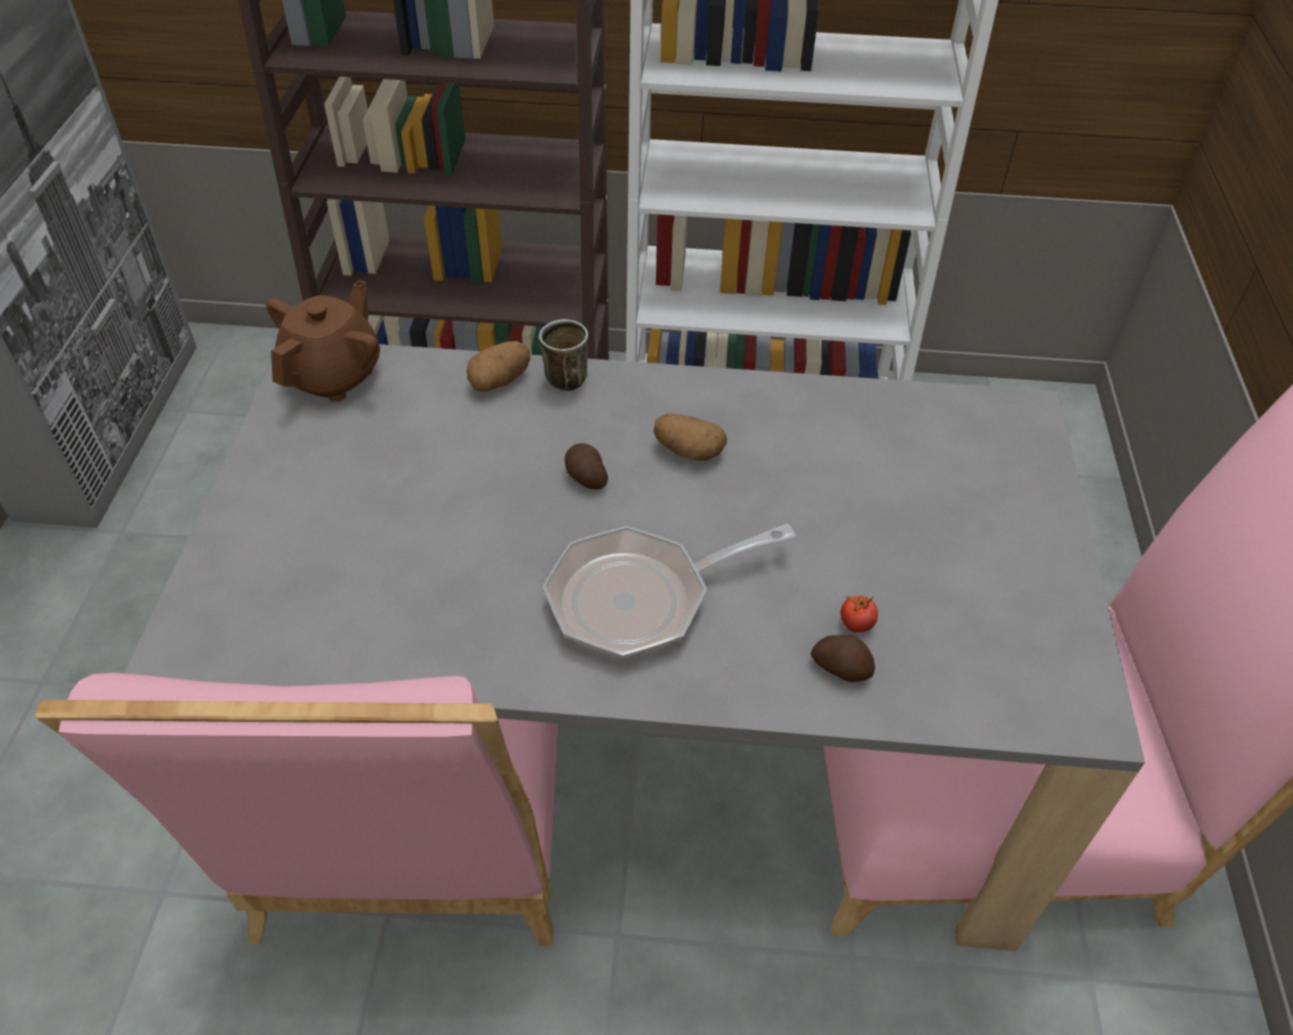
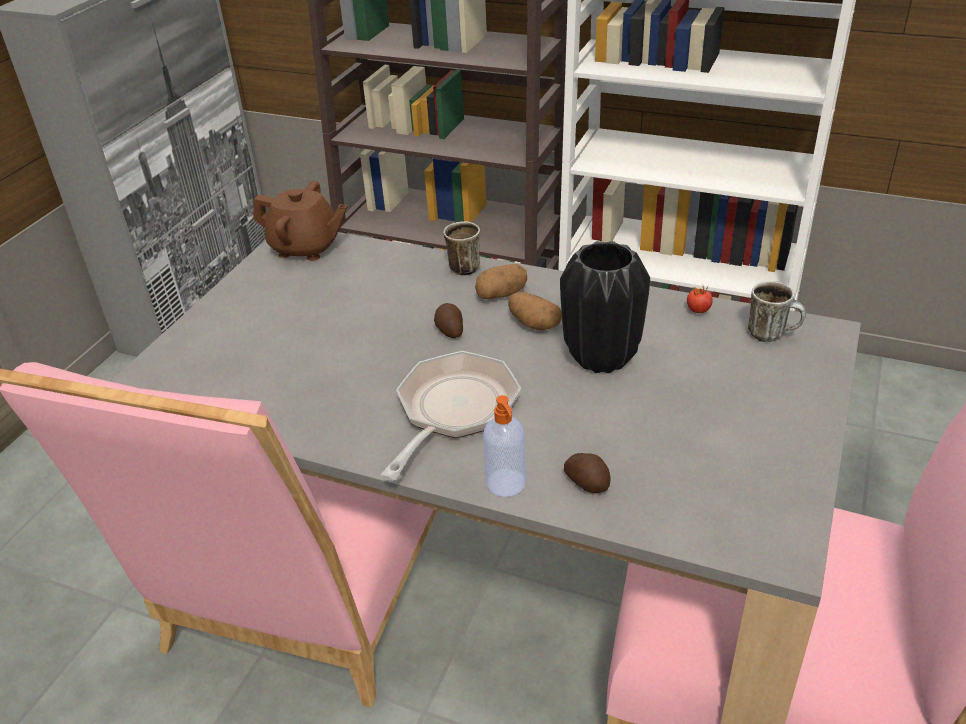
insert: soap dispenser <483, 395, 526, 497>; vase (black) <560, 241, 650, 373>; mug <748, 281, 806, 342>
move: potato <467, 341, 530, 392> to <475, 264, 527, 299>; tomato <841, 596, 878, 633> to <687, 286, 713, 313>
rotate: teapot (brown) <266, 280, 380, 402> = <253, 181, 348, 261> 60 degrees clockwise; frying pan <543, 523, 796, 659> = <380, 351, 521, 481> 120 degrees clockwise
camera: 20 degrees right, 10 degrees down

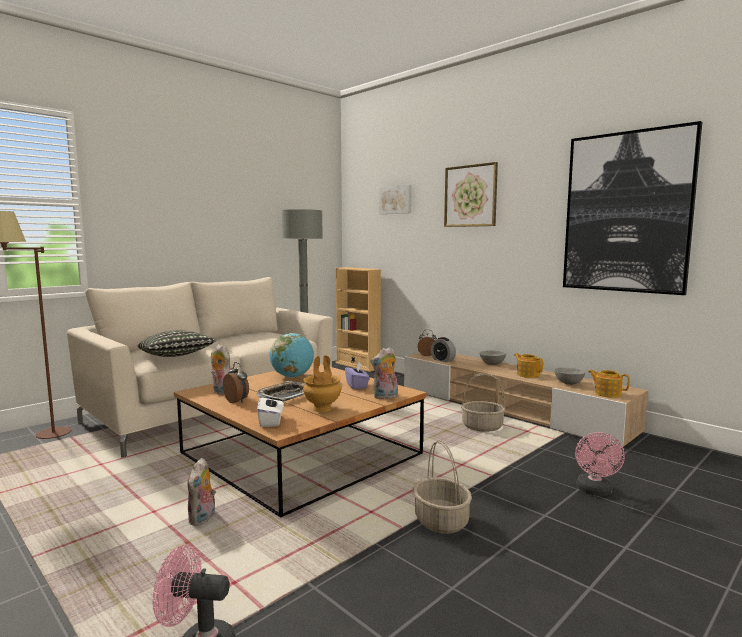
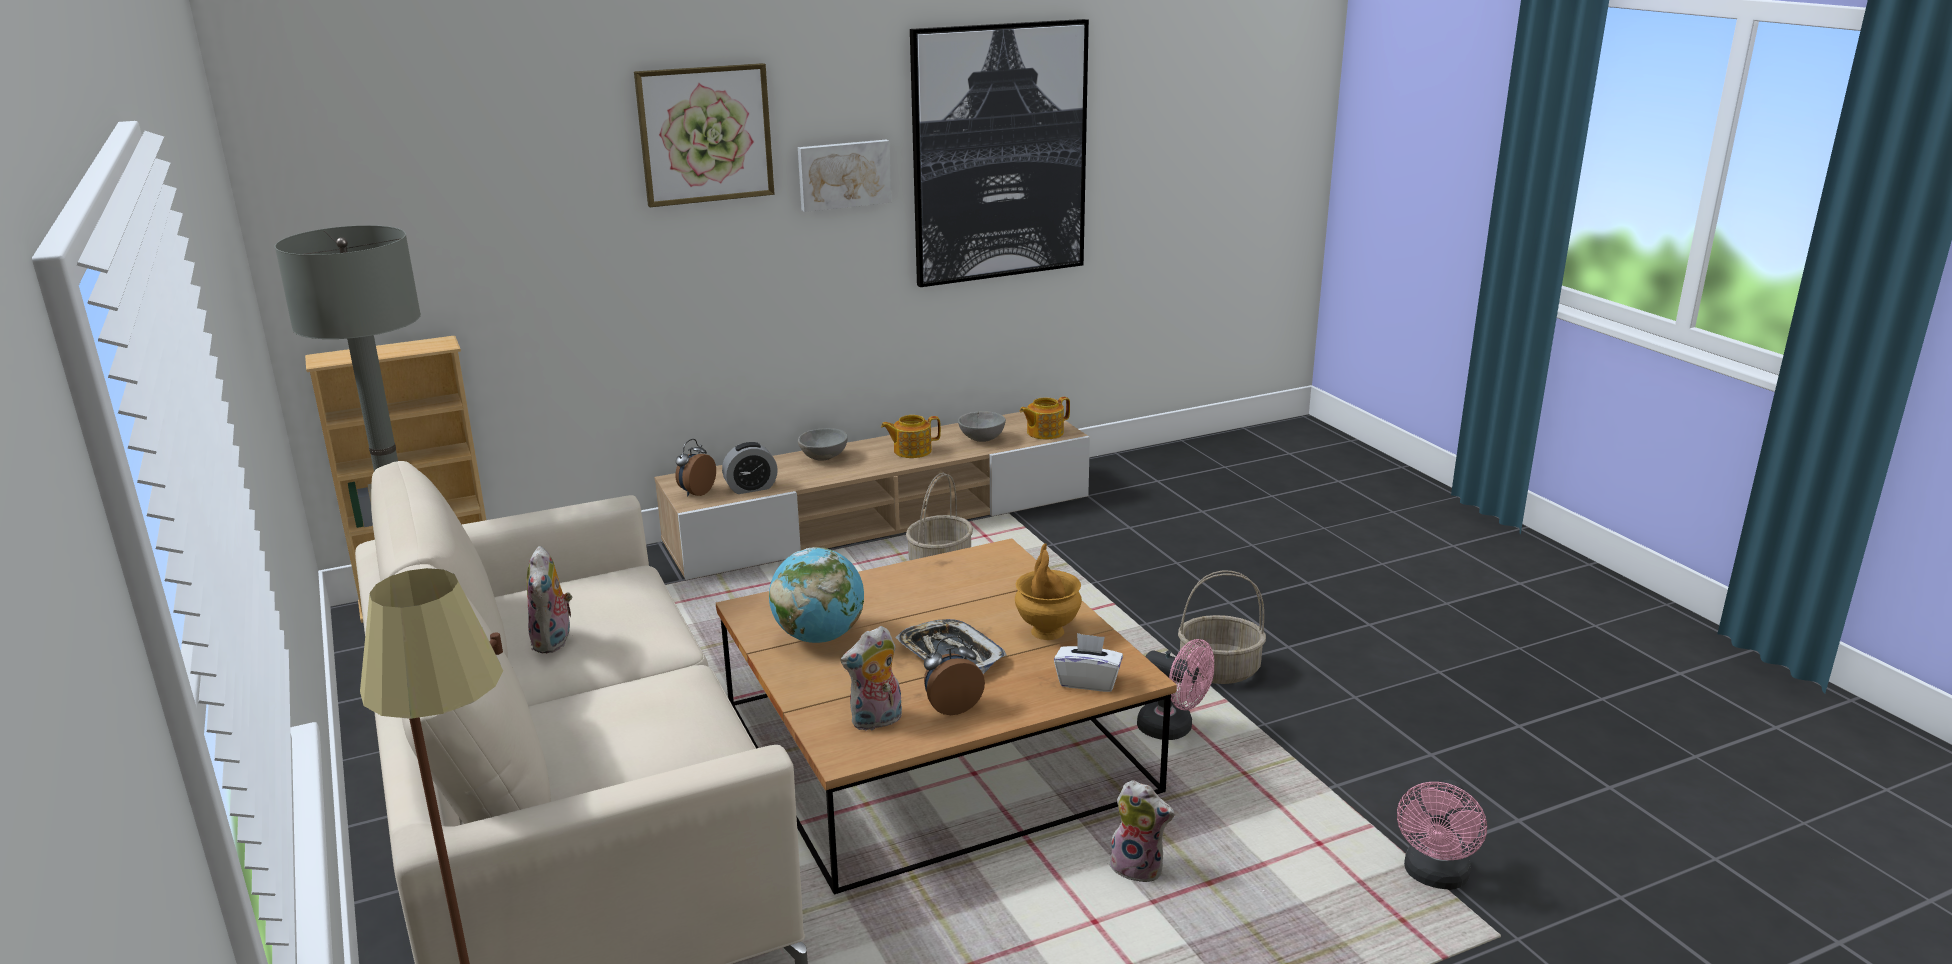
delete: pillow <137, 330, 216, 357>; tissue box (purple) <345, 363, 370, 389>
move: plush toy <370, 347, 398, 399> to <527, 546, 572, 653>; picture <380, 185, 412, 214> to <798, 140, 891, 212>; fan (pink) <575, 432, 625, 496> to <1137, 639, 1214, 740>
camera: 70 degrees left, 15 degrees up

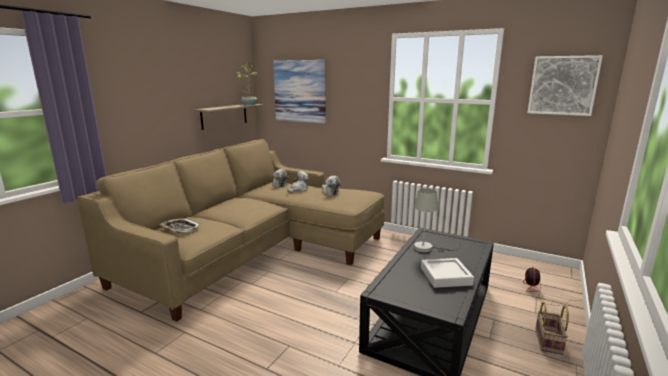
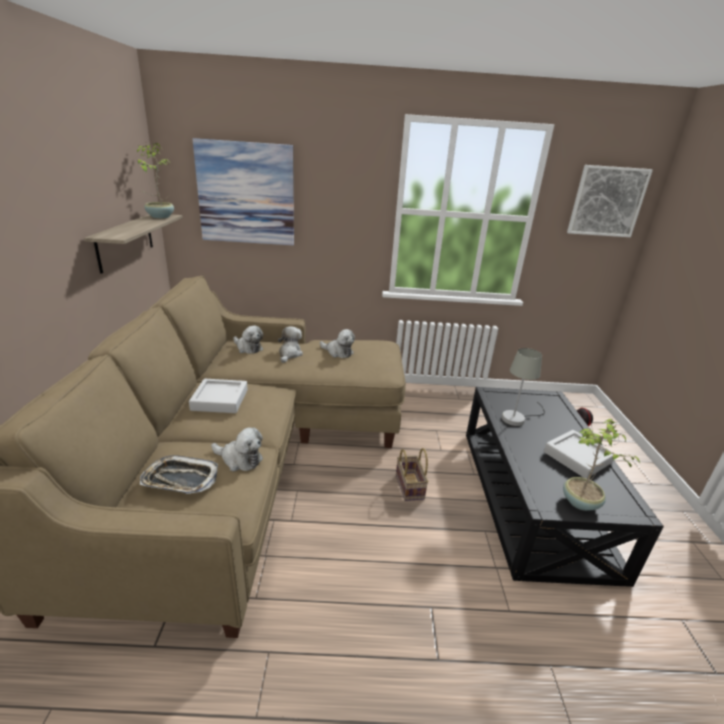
insert: tray (grey) <189, 379, 248, 413>; plush toy <211, 427, 263, 471>; potted plant <563, 419, 640, 511>
move: basket <536, 302, 569, 355> to <396, 448, 428, 501>
camera: 30 degrees left, 10 degrees up

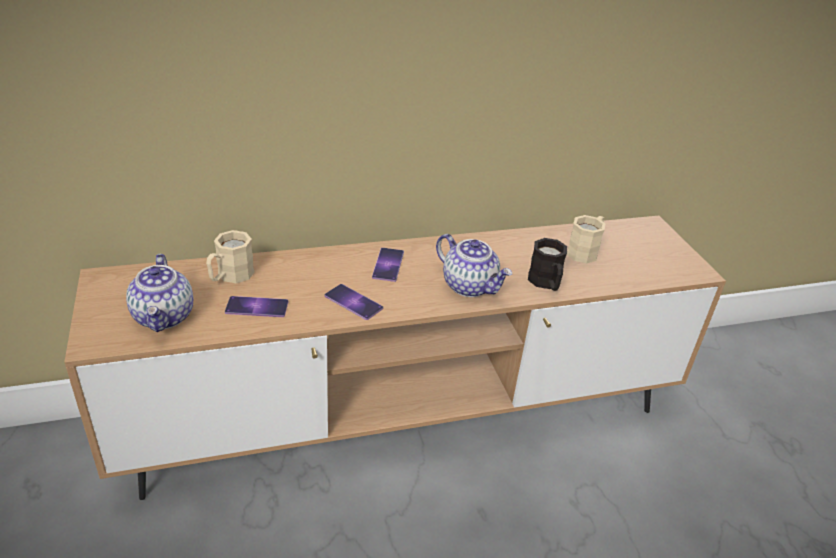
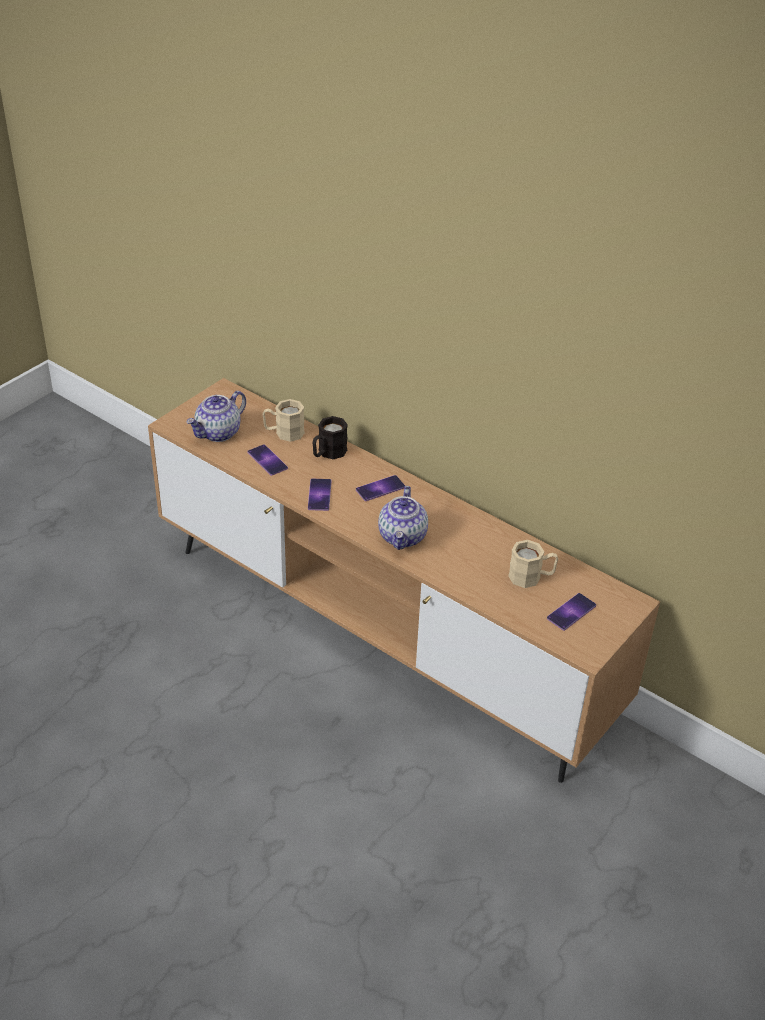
insert: phone <547, 593, 596, 631>
move: mug (black) <528, 238, 567, 291> to <313, 416, 348, 459>
camera: 55 degrees right, 5 degrees up

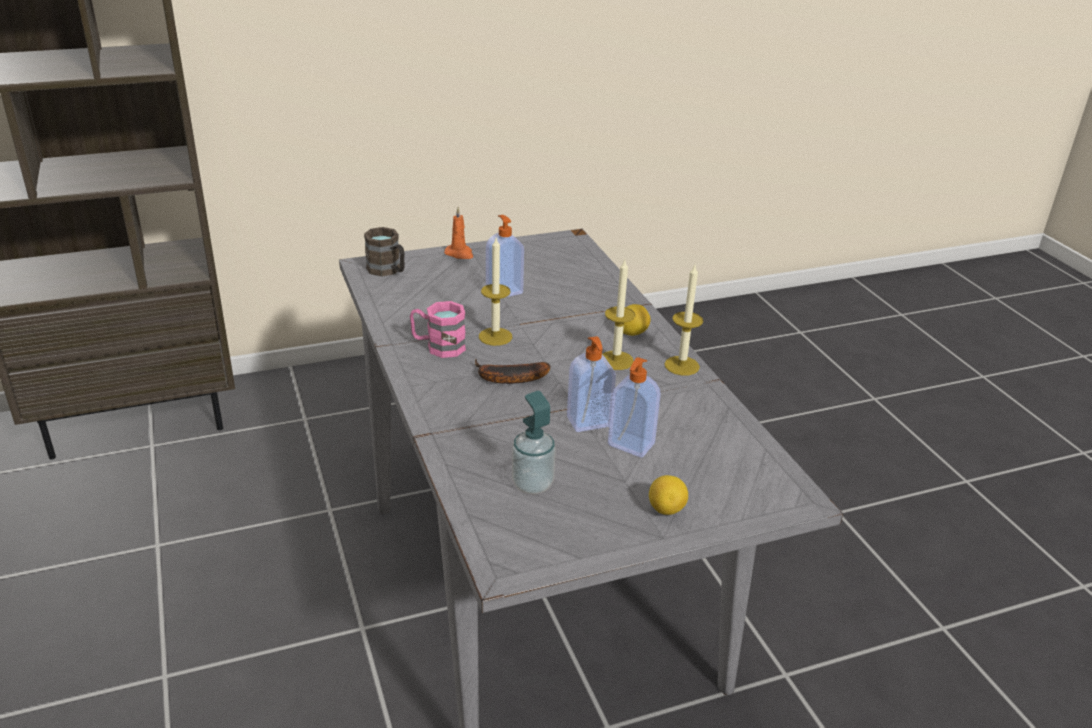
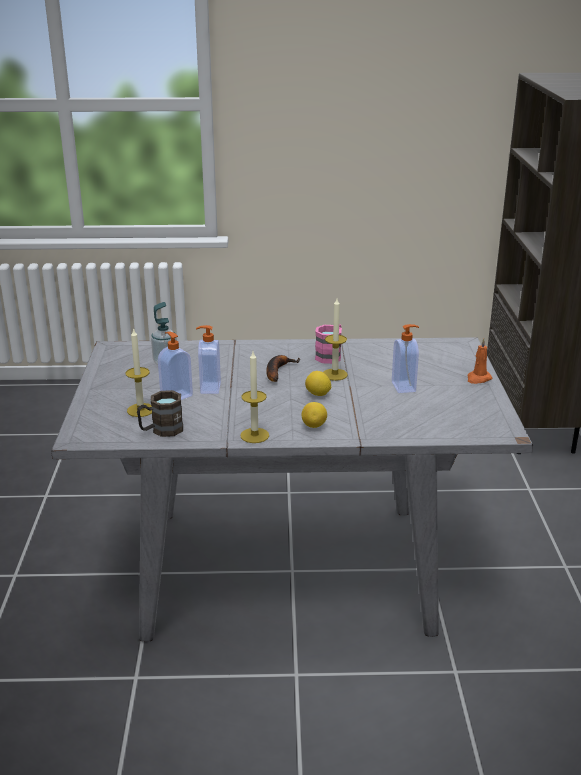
move: mug (brown) <364, 227, 404, 276> to <137, 390, 183, 437>; candle <602, 260, 636, 370> to <125, 328, 152, 417>; lemon <649, 475, 688, 515> to <305, 371, 331, 396>
camera: 110 degrees right, 5 degrees down

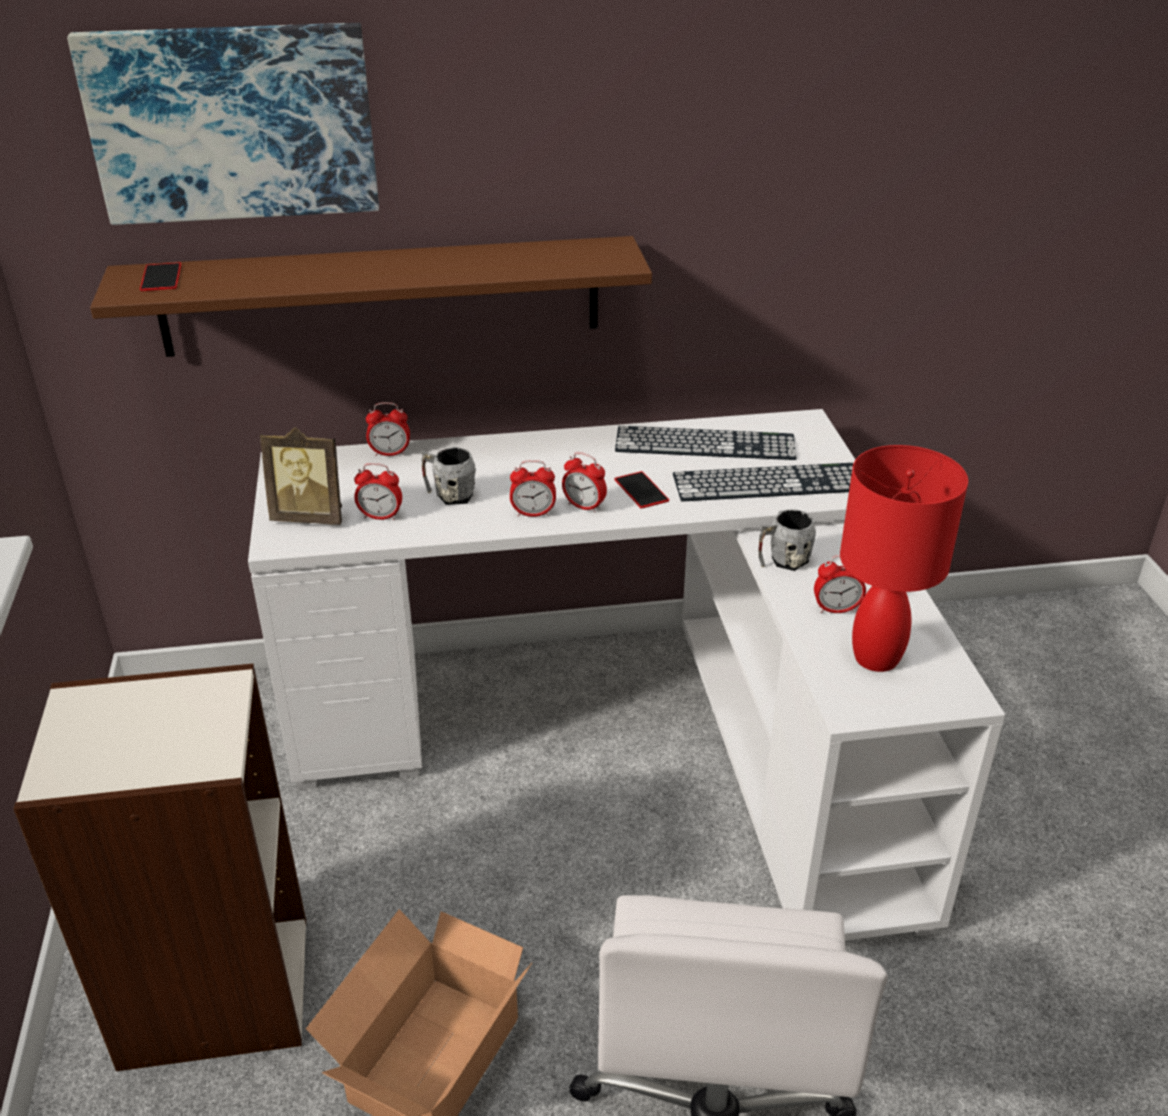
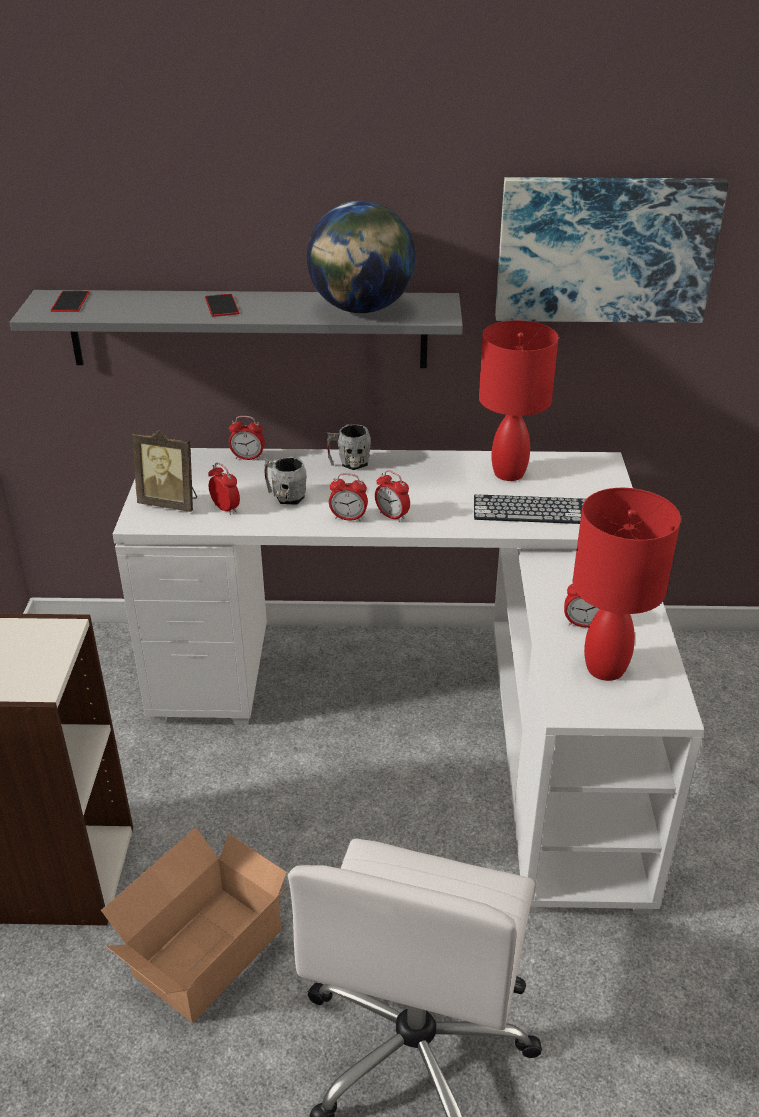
insert: globe <307, 201, 416, 313>
move: picture <67, 23, 379, 225> to <495, 177, 729, 323>; phone <614, 471, 669, 509> to <205, 294, 240, 317>; mug (grey) <759, 509, 816, 571> to <326, 424, 371, 470>
replace: keyboard <615, 426, 797, 460> to table lamp (red) <479, 320, 559, 481>
recolor: shelf (brown) <90, 236, 652, 357> to shelf (grey) <10, 290, 463, 368>
rotate: alarm clock <354, 463, 402, 520> = <208, 463, 240, 515> 150 degrees counterclockwise
camera: 10 degrees right, 0 degrees up

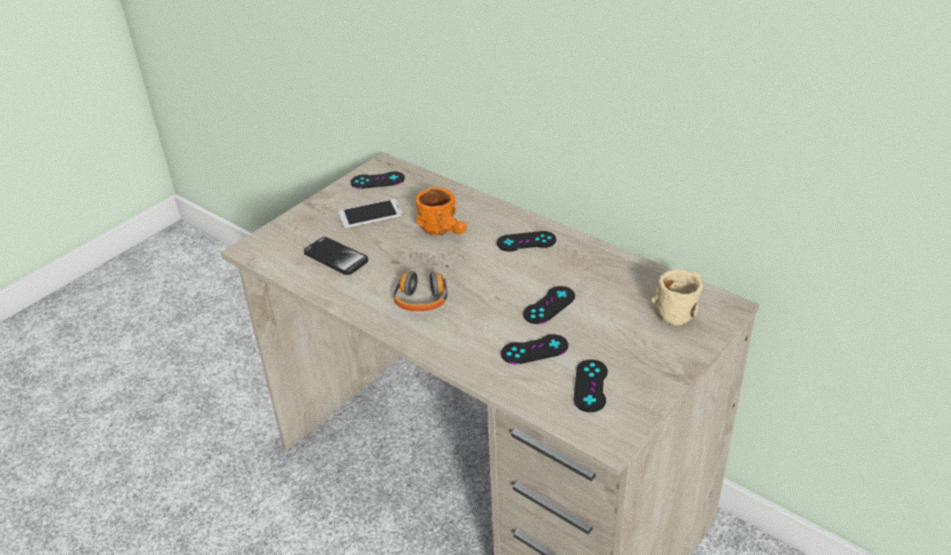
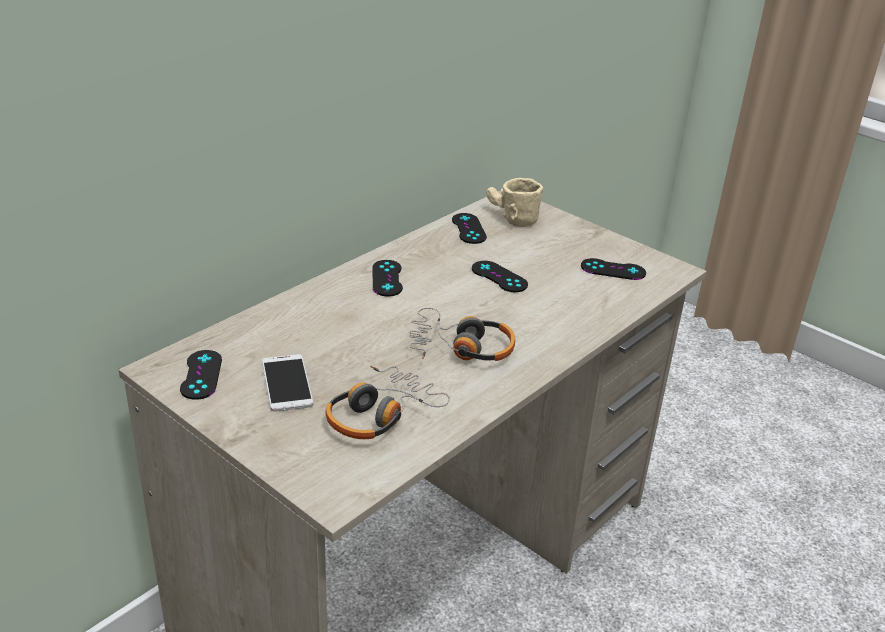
delete: mug (orange) <416, 187, 466, 235>
move: game controller (black) <501, 334, 568, 365> to <452, 213, 487, 244>
replace: phone <304, 237, 368, 275> to headphones <325, 365, 450, 439>
camera: 90 degrees left, 5 degrees down

